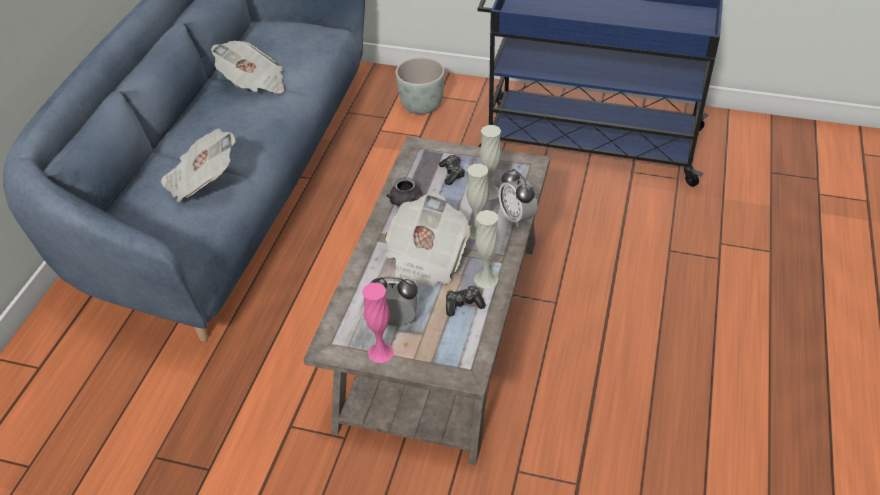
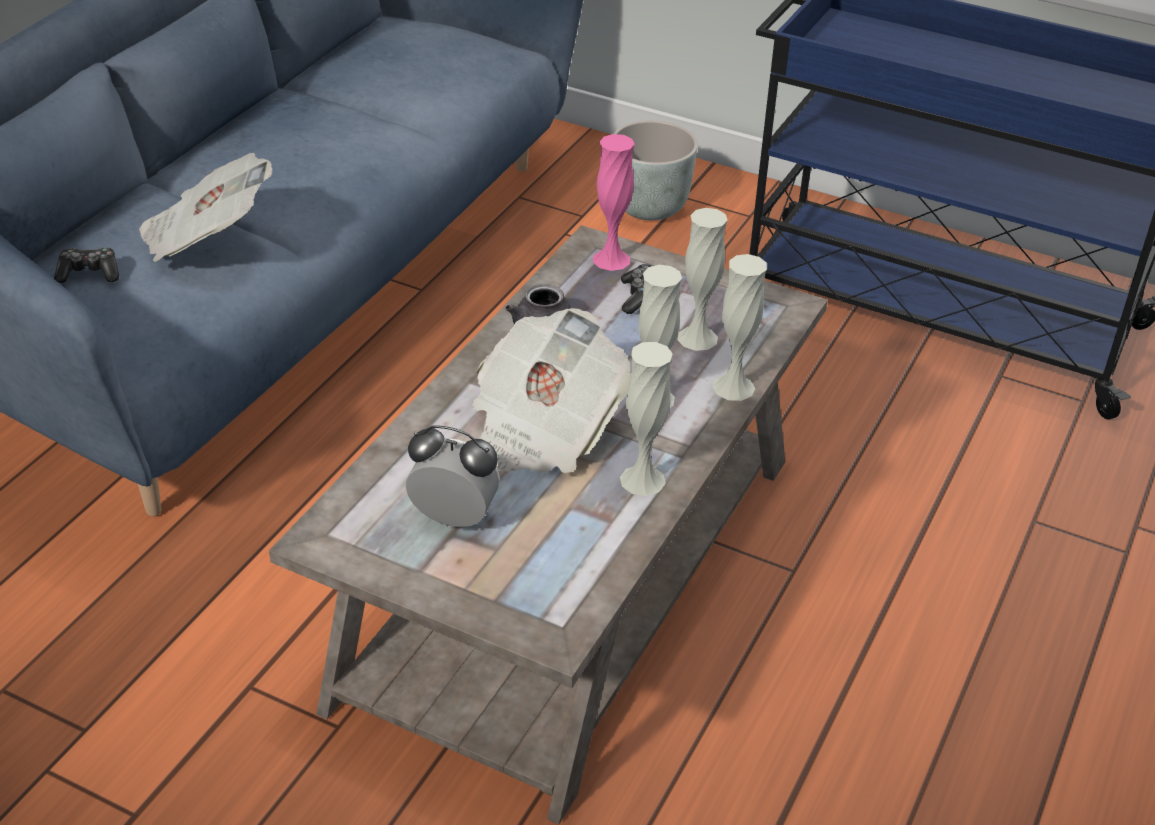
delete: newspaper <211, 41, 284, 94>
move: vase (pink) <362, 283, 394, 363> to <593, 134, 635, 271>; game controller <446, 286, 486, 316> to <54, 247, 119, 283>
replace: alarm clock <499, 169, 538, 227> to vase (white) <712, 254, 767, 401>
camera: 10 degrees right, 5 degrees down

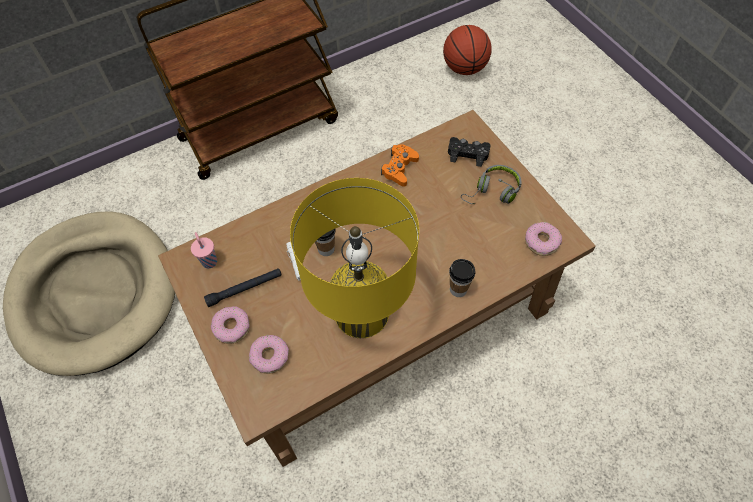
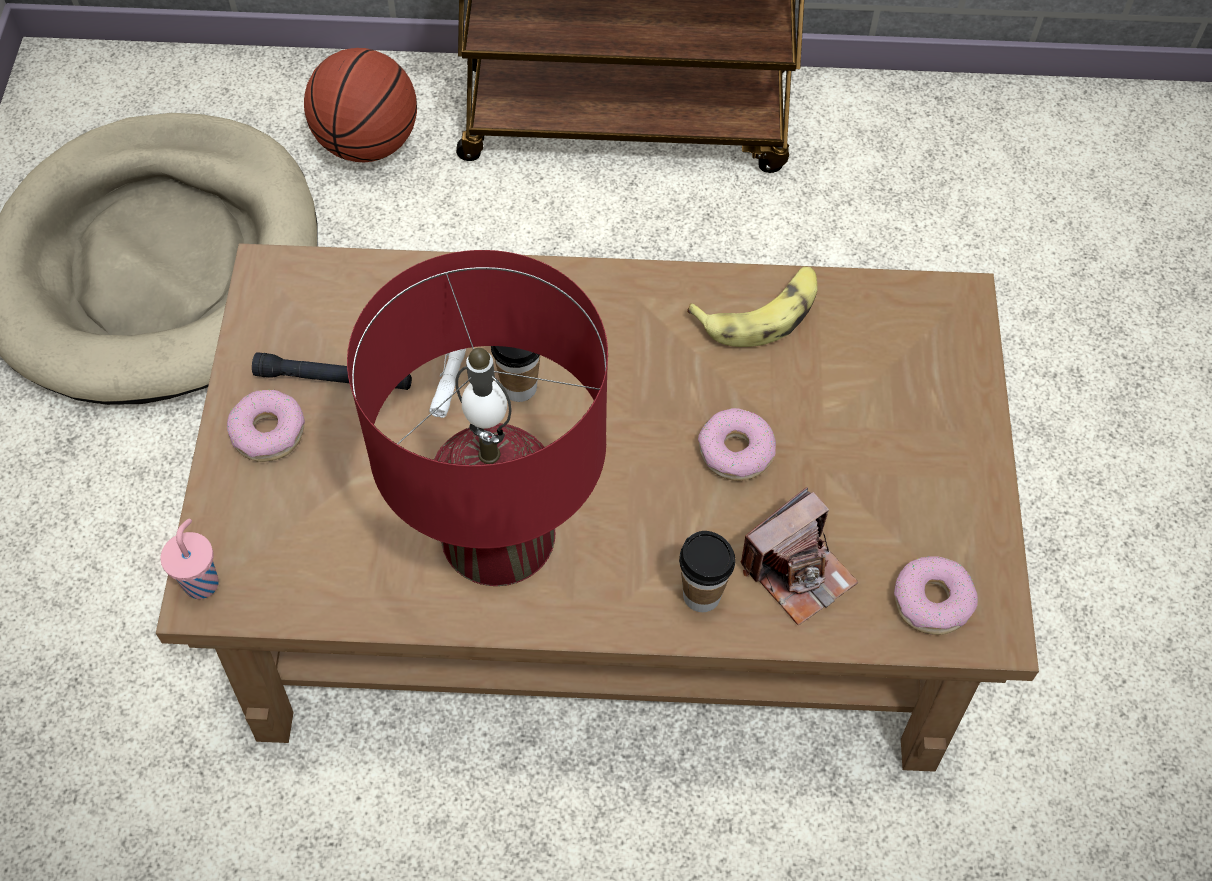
delete: game controller (black) <448, 137, 491, 167>; headphones (grey) <461, 165, 522, 204>
insert: photo camera <741, 487, 858, 625>
move: cup (pink) <191, 232, 217, 269> to <160, 519, 219, 599>; donut <249, 335, 289, 374> to <698, 408, 776, 481>; basketball <443, 25, 492, 75> to <304, 48, 417, 162>
replace: game controller (orange) <381, 144, 419, 187> to banana <687, 266, 818, 347>
recolor: table lamp (yellow) <290, 178, 419, 338> to table lamp (red) <347, 250, 608, 586>
camera: 30 degrees right, 0 degrees up

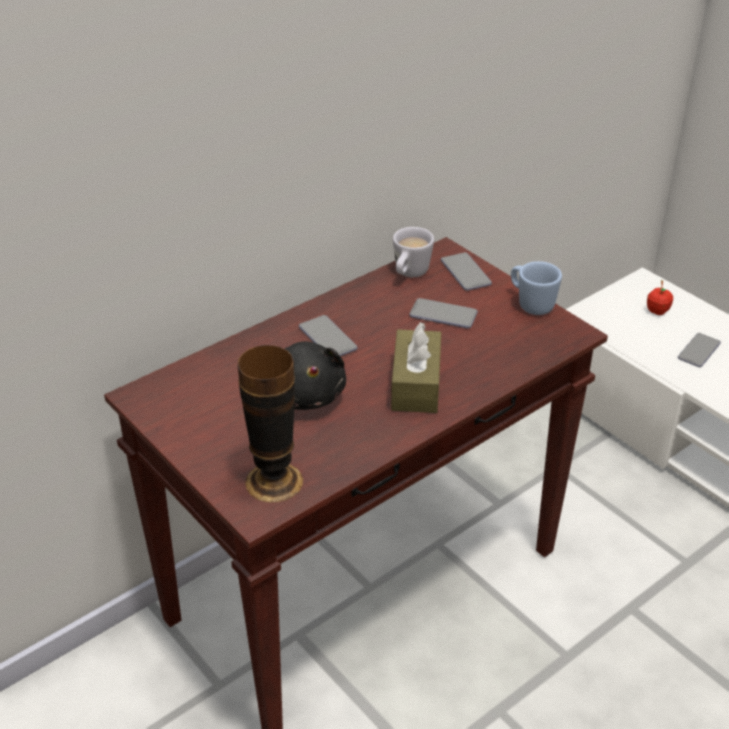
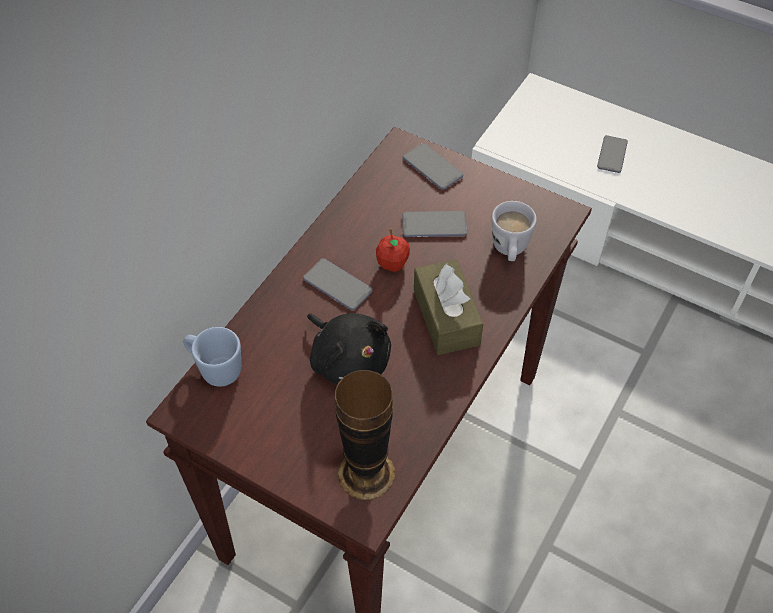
move: mug (white) <393, 227, 434, 277> to <491, 201, 537, 261>; mug (blue) <511, 261, 562, 315> to <183, 327, 241, 387>; apple <647, 280, 673, 315> to <376, 228, 410, 272>
camera: 20 degrees left, 15 degrees up

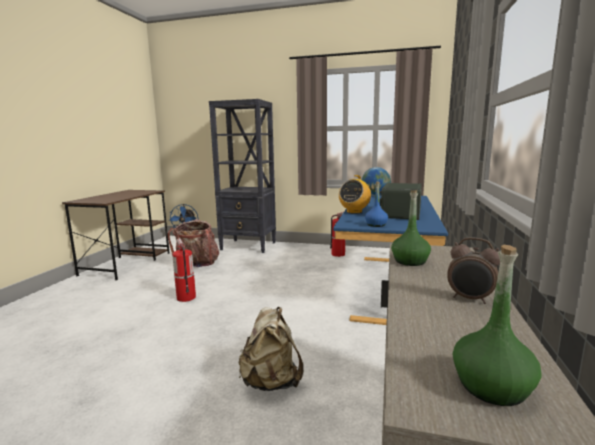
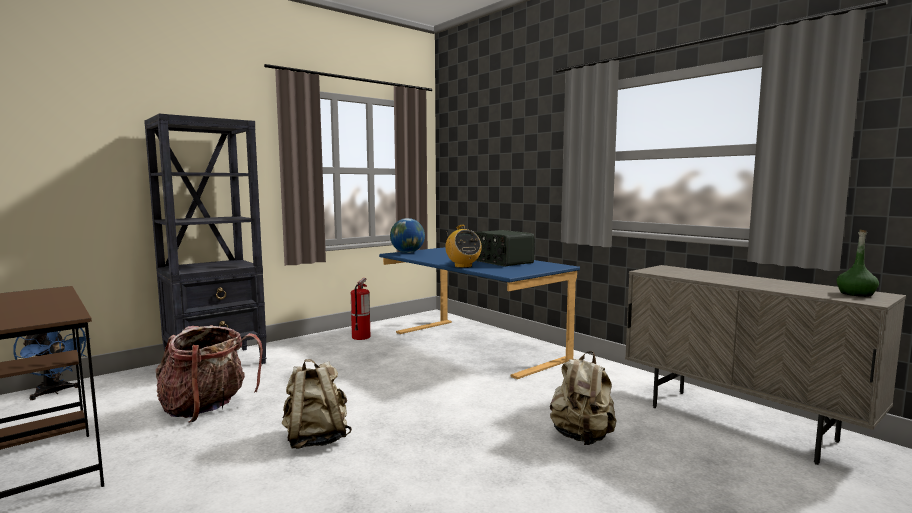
delete: bottle (blue) <365, 182, 388, 227>; bottle (green) <391, 190, 431, 266>; alarm clock <447, 237, 500, 304>
replace: fire extinguisher <172, 238, 196, 302> to backpack (beige) <282, 359, 352, 449>
camera: 55 degrees left, 5 degrees down

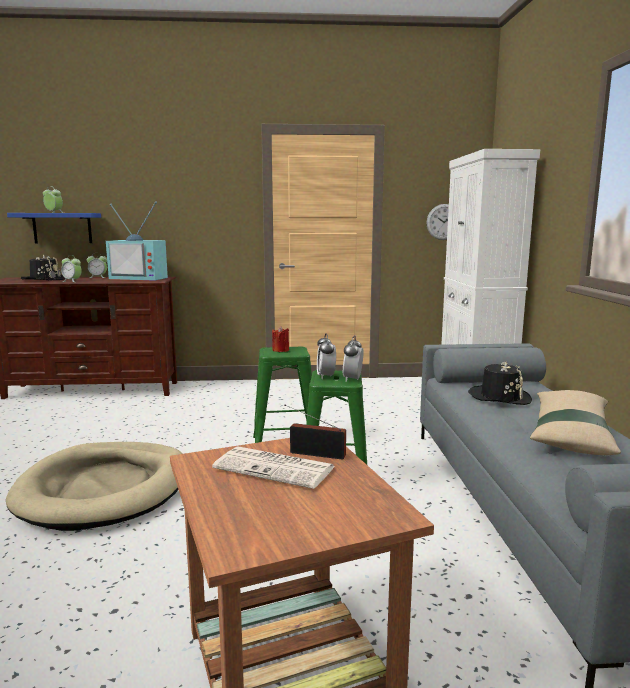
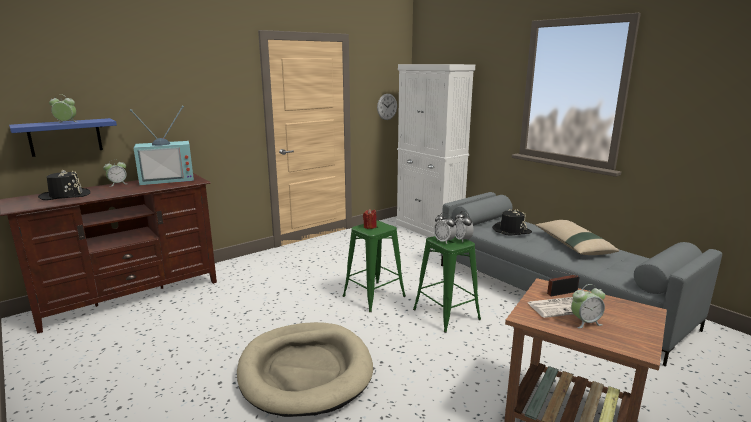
move: alarm clock <61, 256, 82, 282> to <571, 284, 605, 328>
camera: 35 degrees left, 5 degrees up

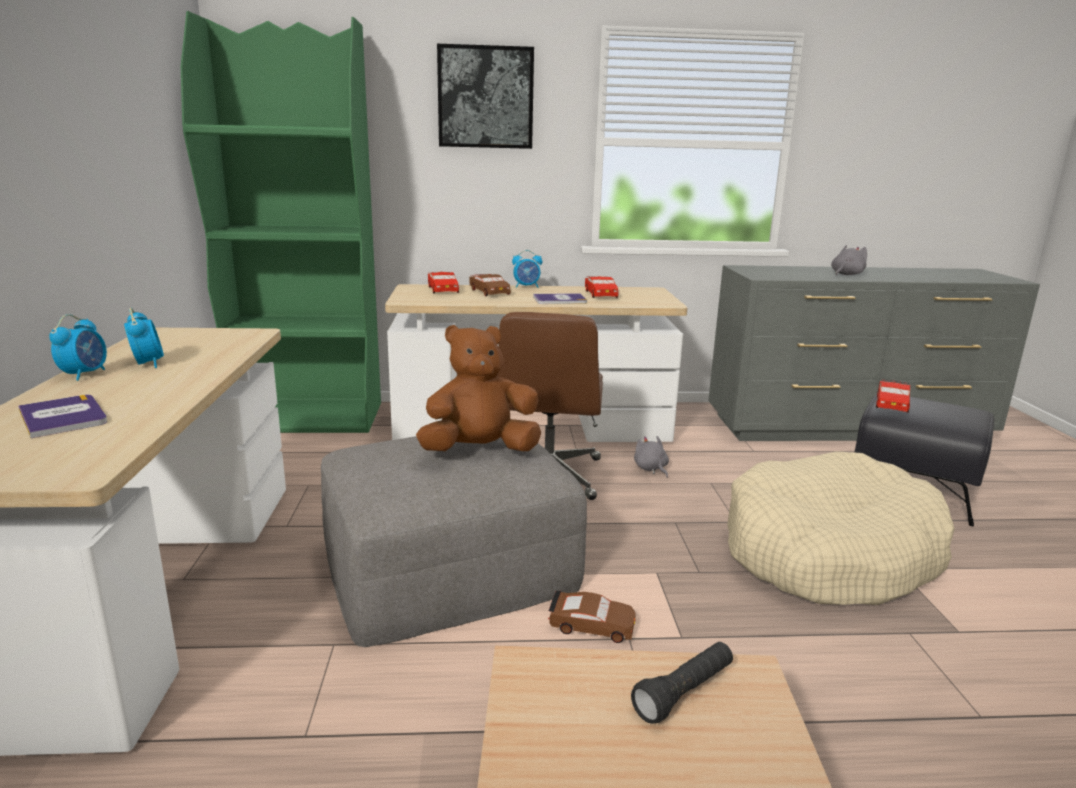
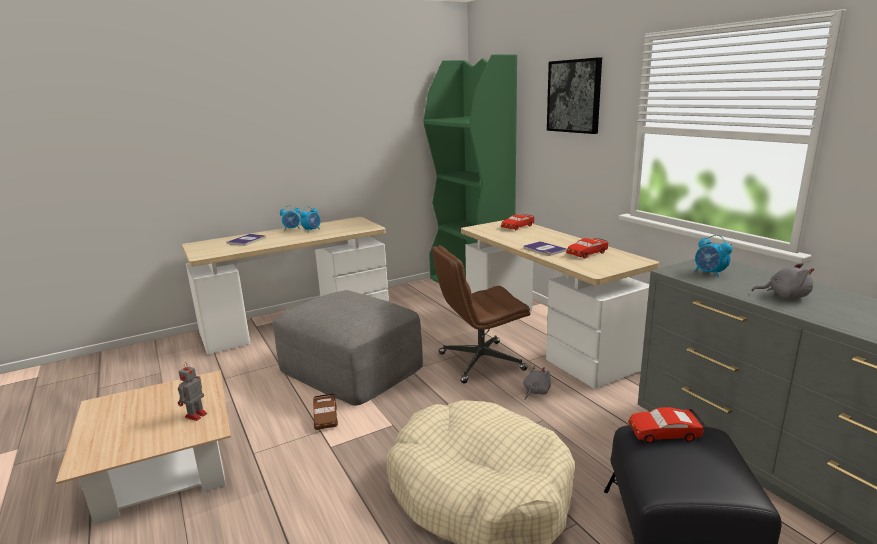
delete: plush toy (brown) <416, 325, 541, 451>; toy car (brown) <469, 274, 511, 296>
move: alarm clock <512, 250, 542, 288> to <695, 235, 732, 277>
replace: flashlight (black) <631, 642, 733, 724> to toy robot <178, 362, 207, 421>
camera: 65 degrees right, 0 degrees up

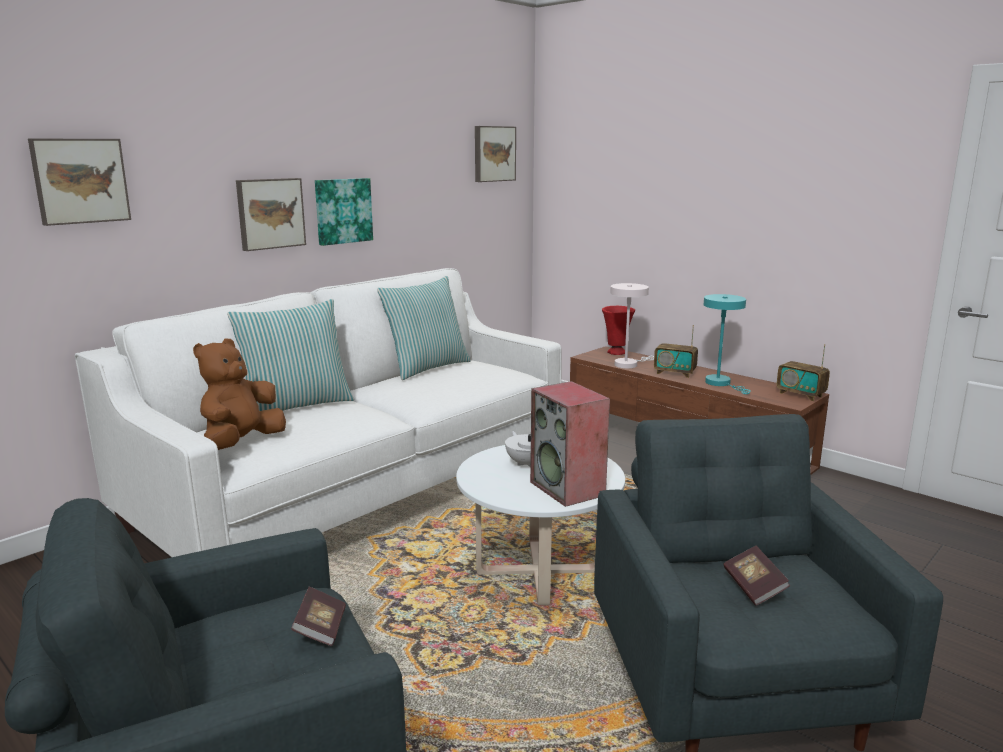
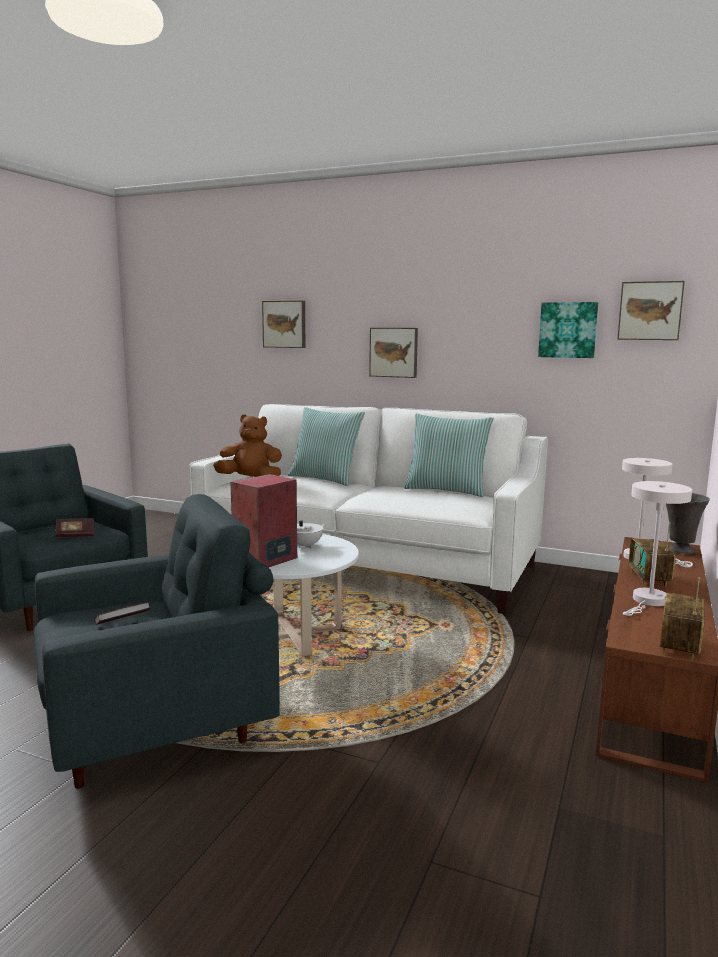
move: picture <315, 178, 373, 246> to <538, 302, 598, 358>
recolor: vase (red) <602, 306, 635, 355> to vase (grey) <666, 493, 710, 554>; table lamp (turquoise) <703, 294, 751, 394> to table lamp (white) <623, 481, 692, 616>
camera: 70 degrees right, 5 degrees down

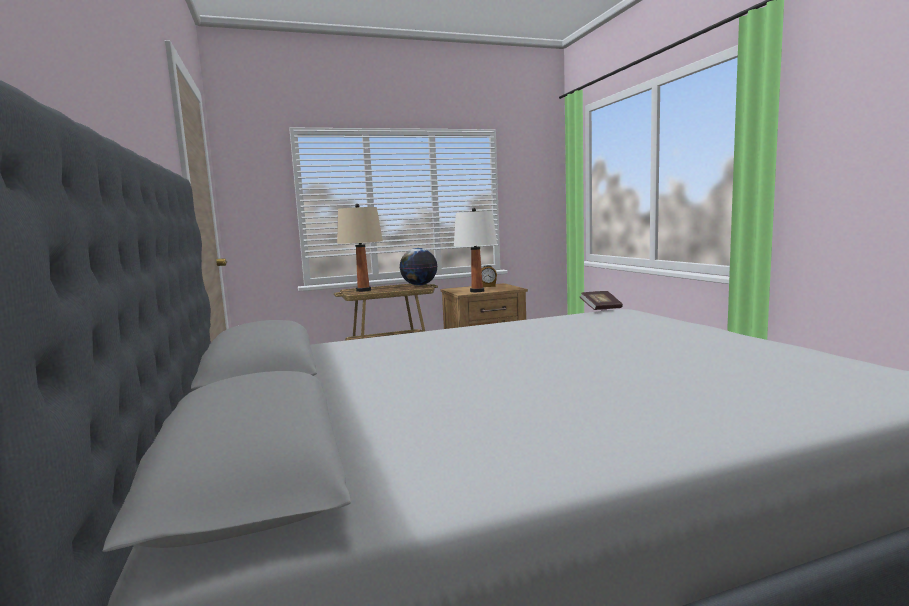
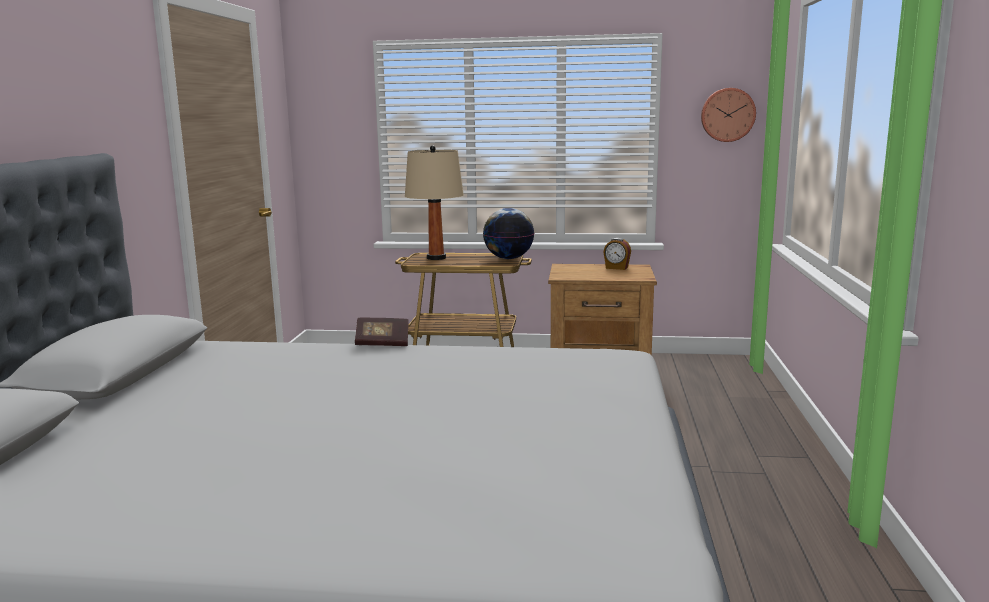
delete: table lamp (white) <454, 208, 497, 292>
insert: wall clock <701, 88, 756, 142>
move: book <580, 291, 623, 310> to <355, 318, 409, 346>
camera: 25 degrees right, 5 degrees up

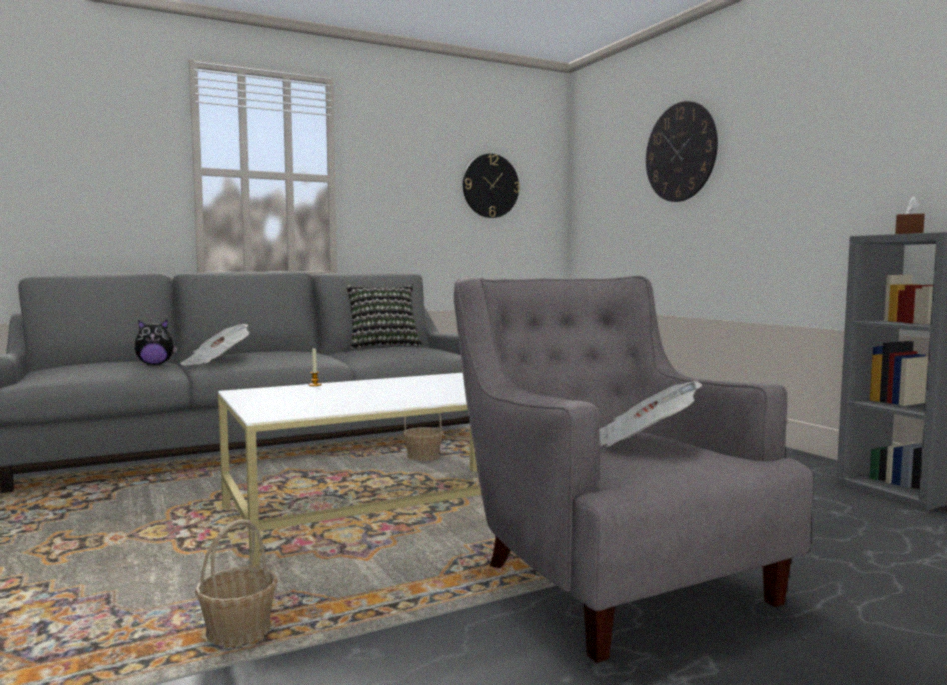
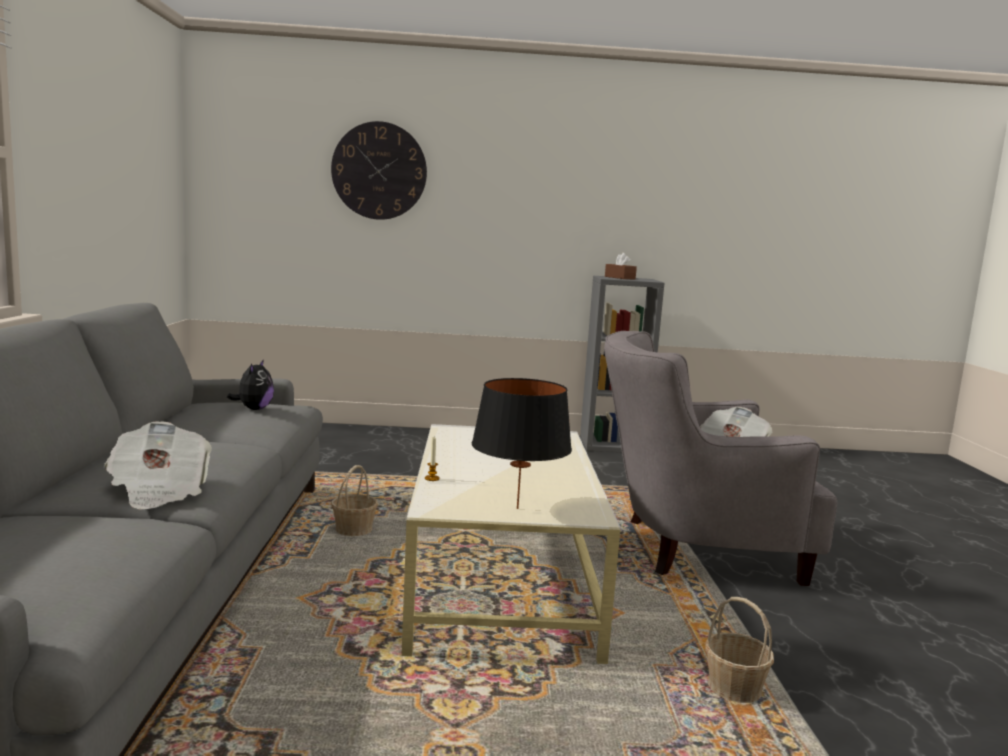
delete: pillow <346, 284, 422, 349>; wall clock <463, 154, 520, 218>
insert: table lamp (black) <472, 378, 572, 509>
move: plush toy <135, 320, 178, 365> to <227, 359, 274, 410>
camera: 65 degrees left, 5 degrees up

